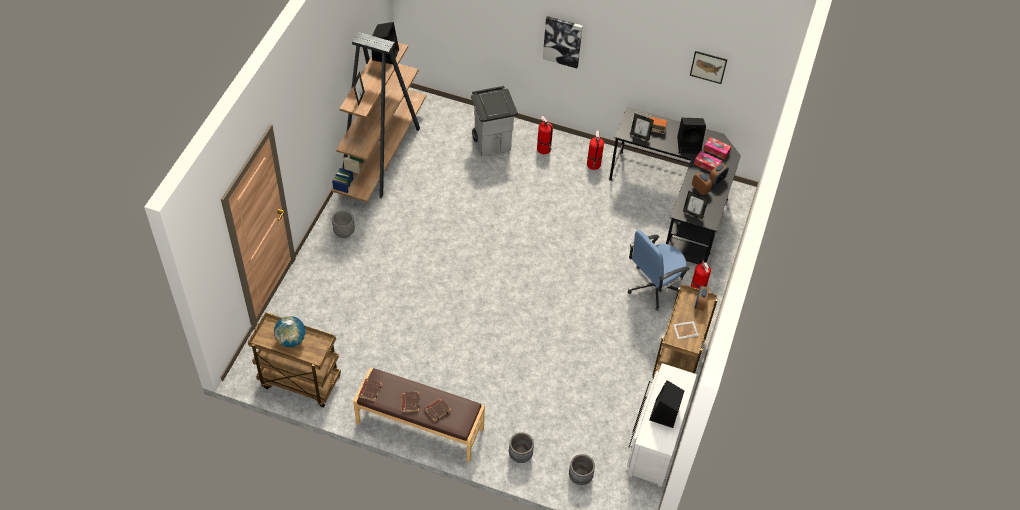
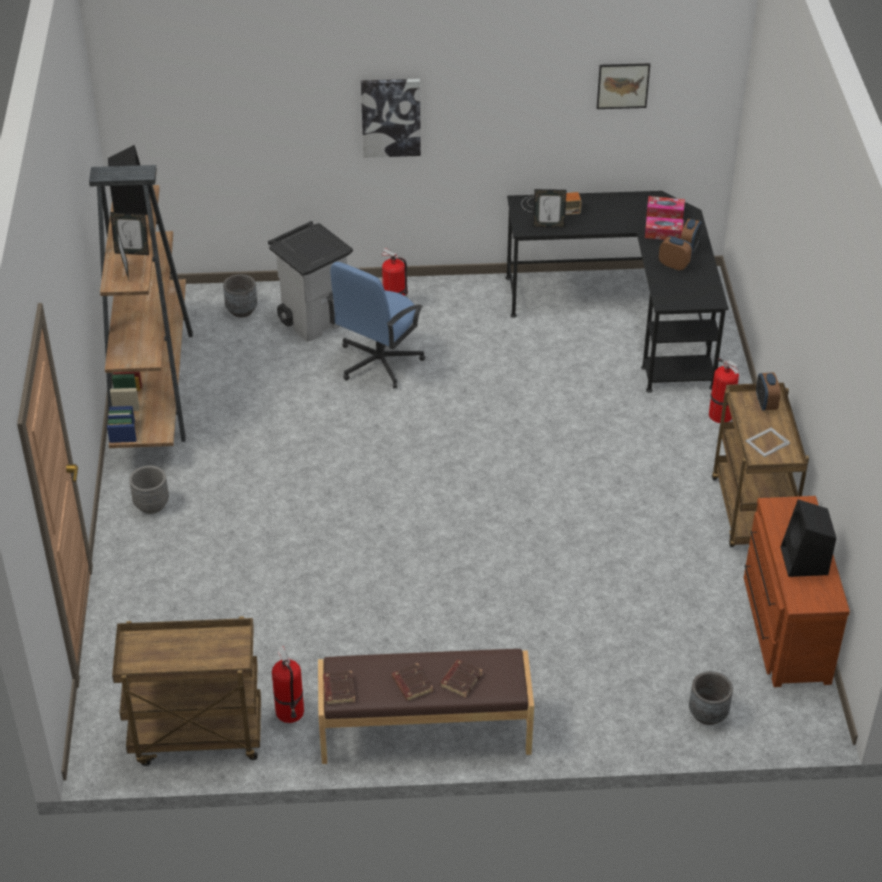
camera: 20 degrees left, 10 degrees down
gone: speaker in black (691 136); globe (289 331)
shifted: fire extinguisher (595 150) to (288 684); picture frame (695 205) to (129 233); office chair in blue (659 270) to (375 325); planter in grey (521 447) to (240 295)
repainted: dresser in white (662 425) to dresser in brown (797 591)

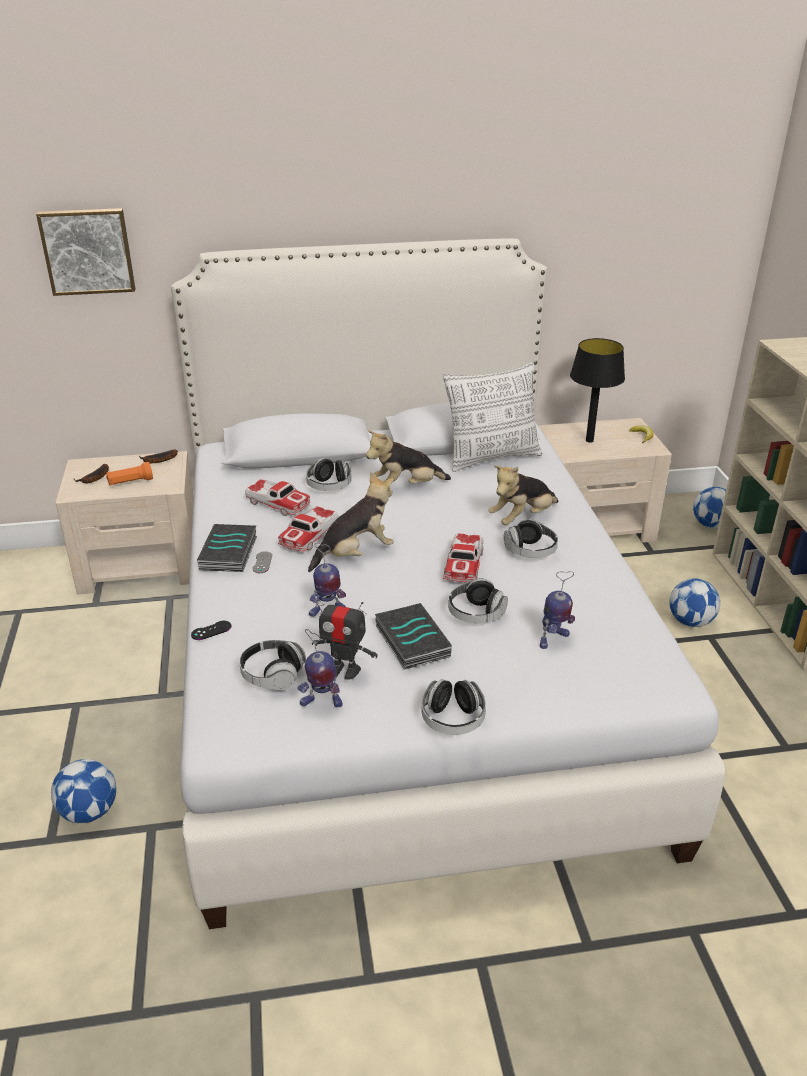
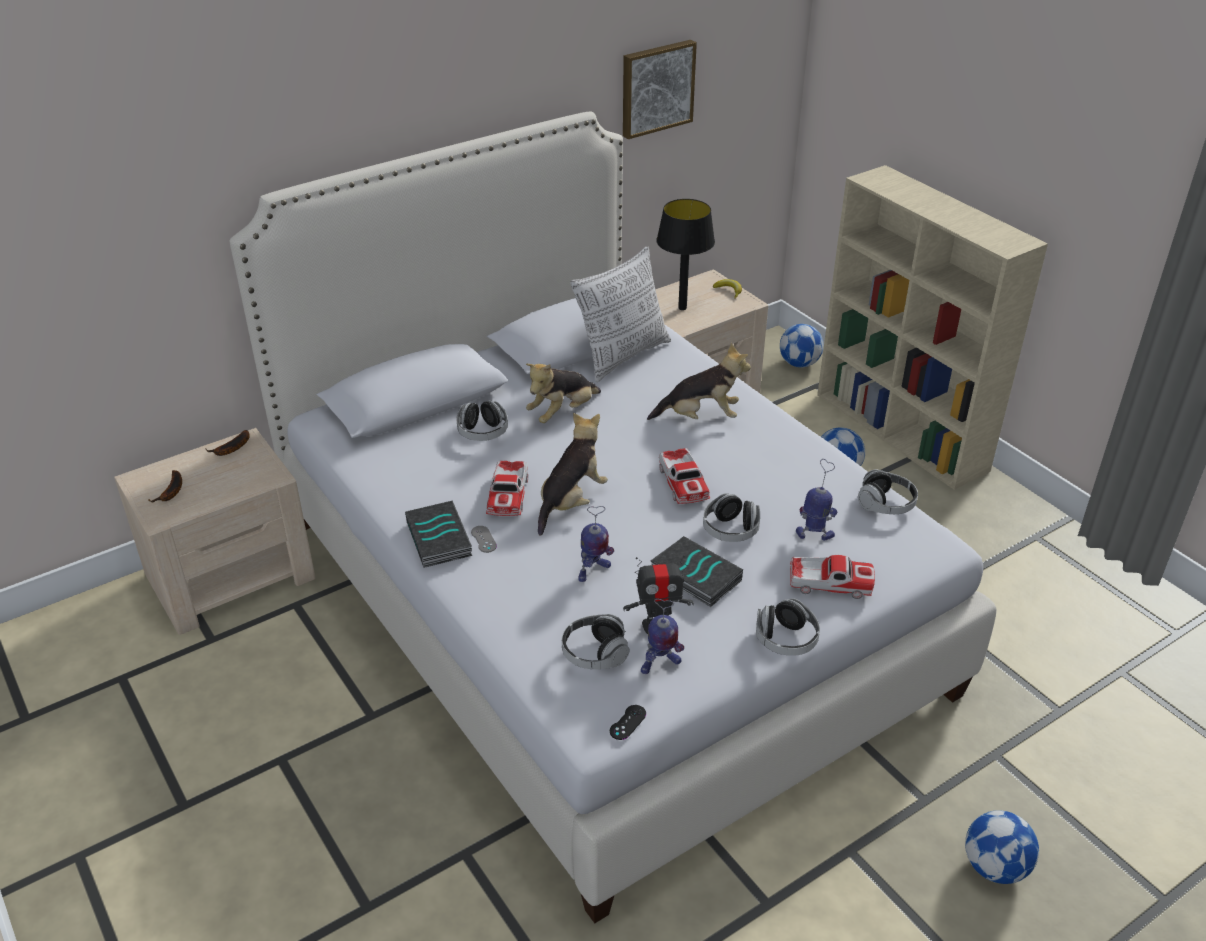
camera: 25 degrees left, 5 degrees up
gone: flashlight in orange (129 474)
shifted: picture (85 252) to (660 89); toy car (278 497) to (832 577); headphones (531 538) to (888 491); game controller in black (211 630) to (628 722); football (83 791) to (1002 847)
rotated: plush toy (524 495) = (699 381) 120 degrees counterclockwise; toy robot (557 610) = (816 500) 105 degrees counterclockwise

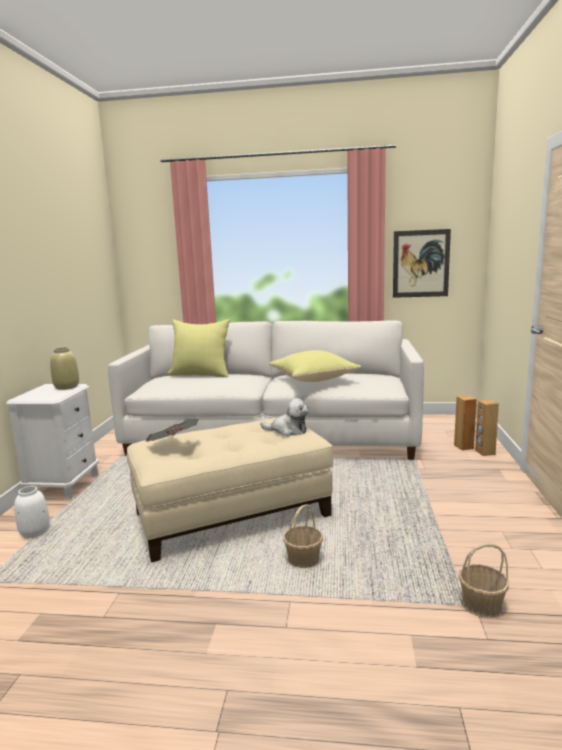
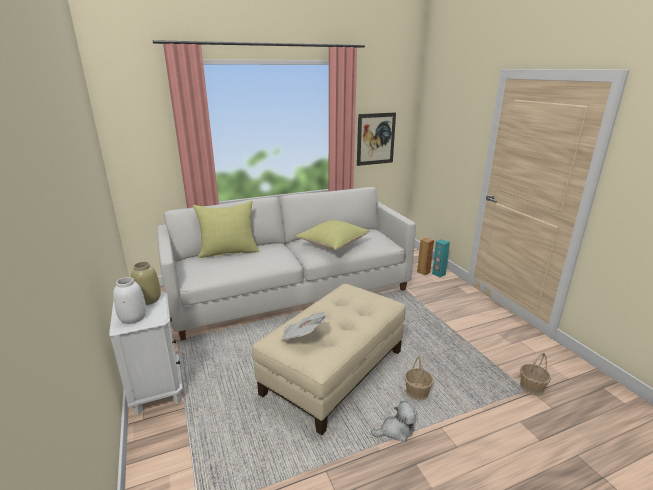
camera: 30 degrees left, 10 degrees up
shifted: plush toy (284 417) to (394 421); vase in white (32 512) to (129 300)
repainted: speaker in brown (487 427) to speaker in turquoise (441 258)

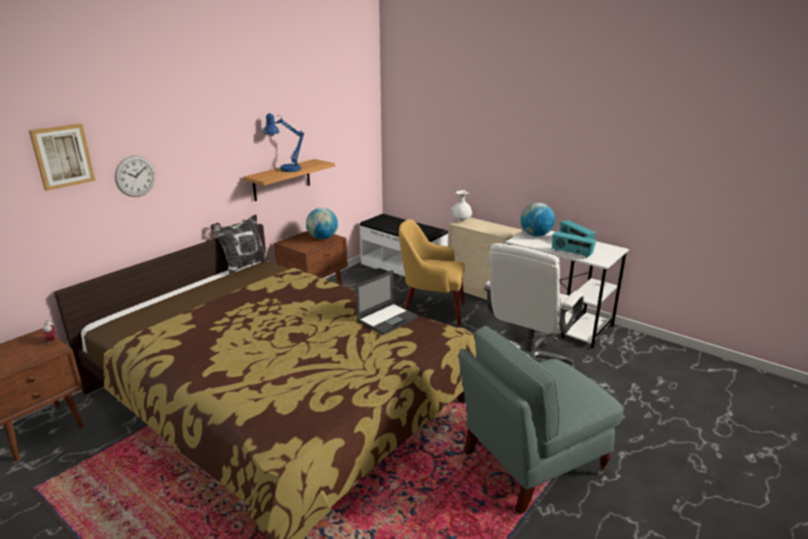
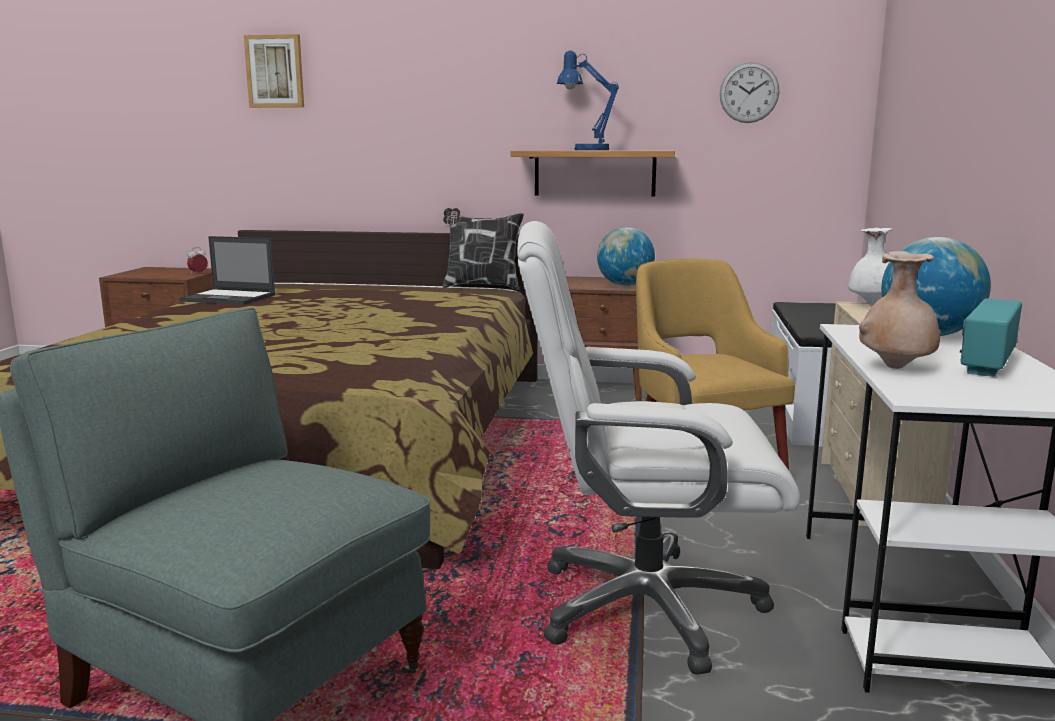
camera: 60 degrees right, 10 degrees down
shifted: wall clock (135 176) to (749 92); laptop (387 302) to (227 270)
swapped: radio (574 245) to vase in beige (900 310)

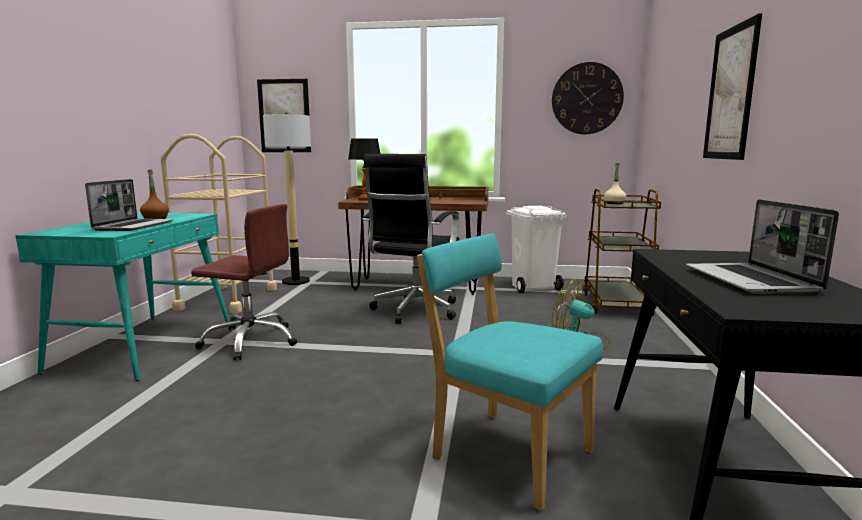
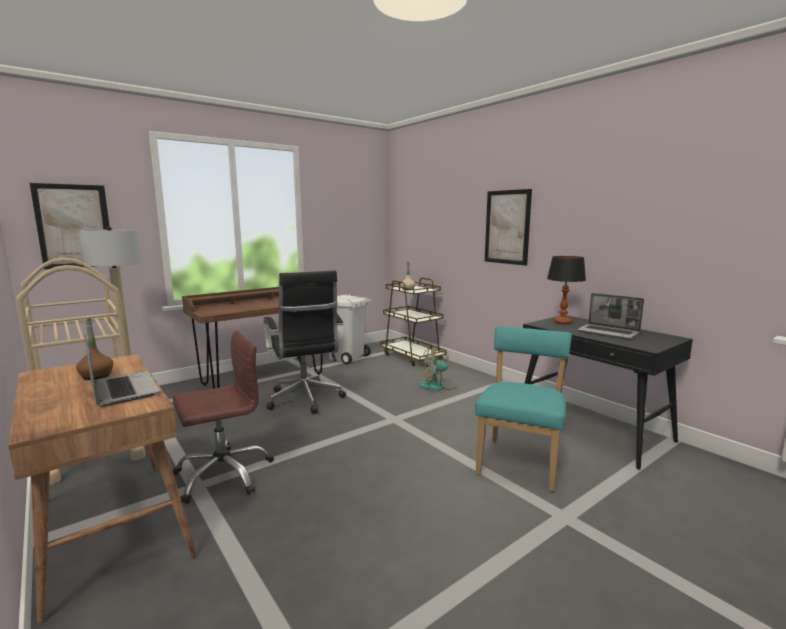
camera: 45 degrees left, 0 degrees up
gone: wall clock (588 98)
shifted: table lamp (364 169) to (566 290)
repainted: desk in turquoise (122 297) to desk in brown (102 488)
rotated: chair in turquoise (510 372) = (523 408) 120 degrees clockwise

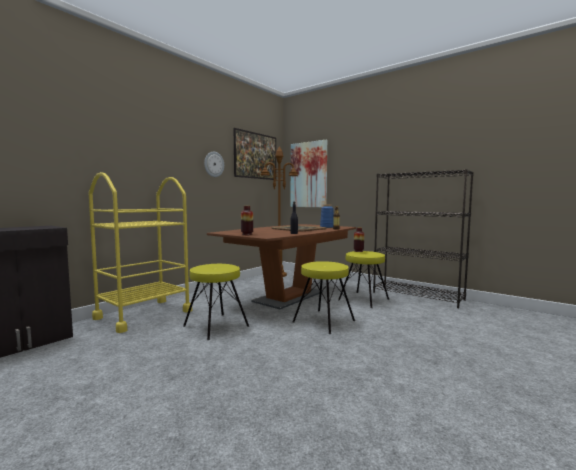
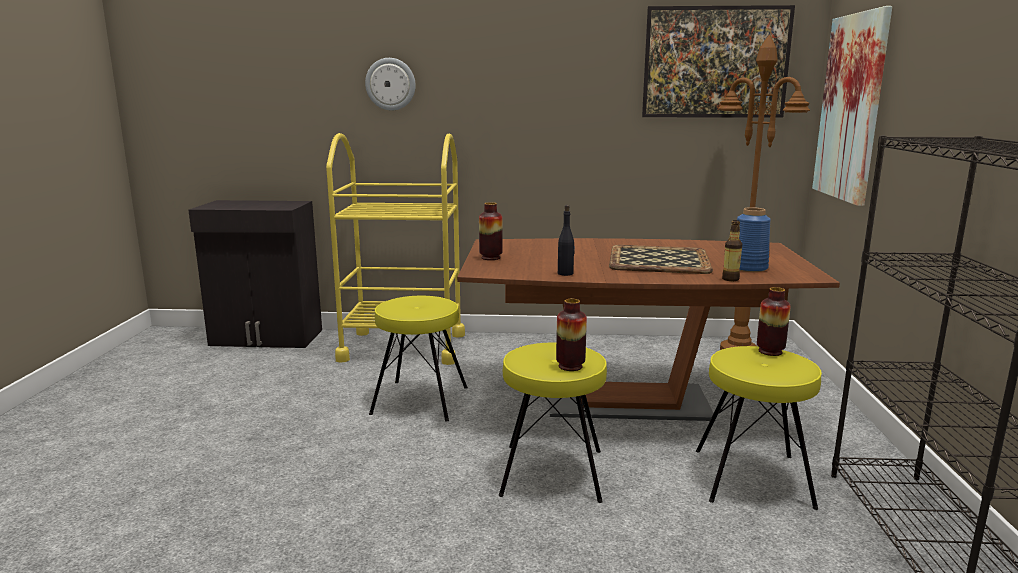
camera: 55 degrees right, 10 degrees up
new: vase (571 335)
shifted: wall clock (214 164) to (390 84)

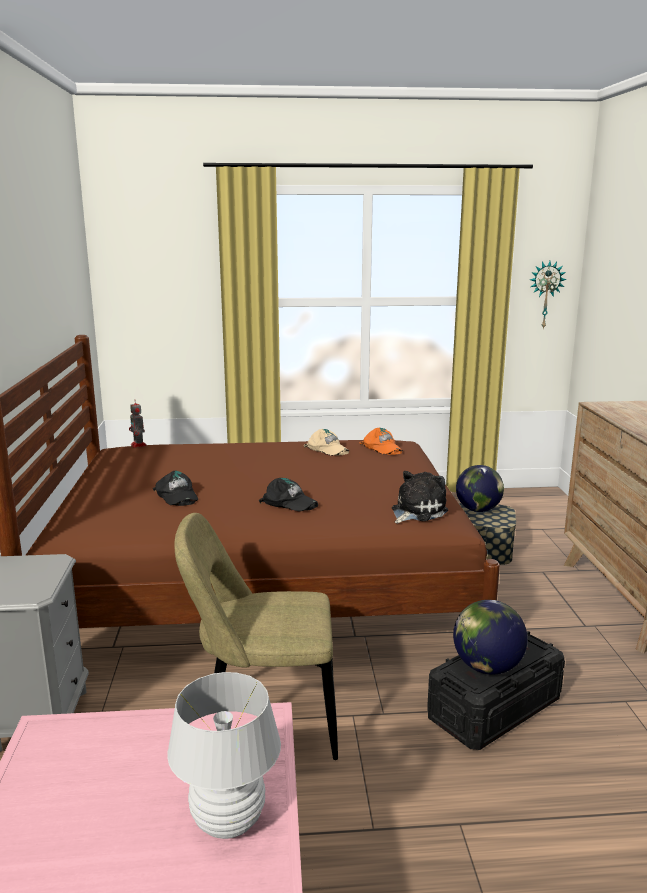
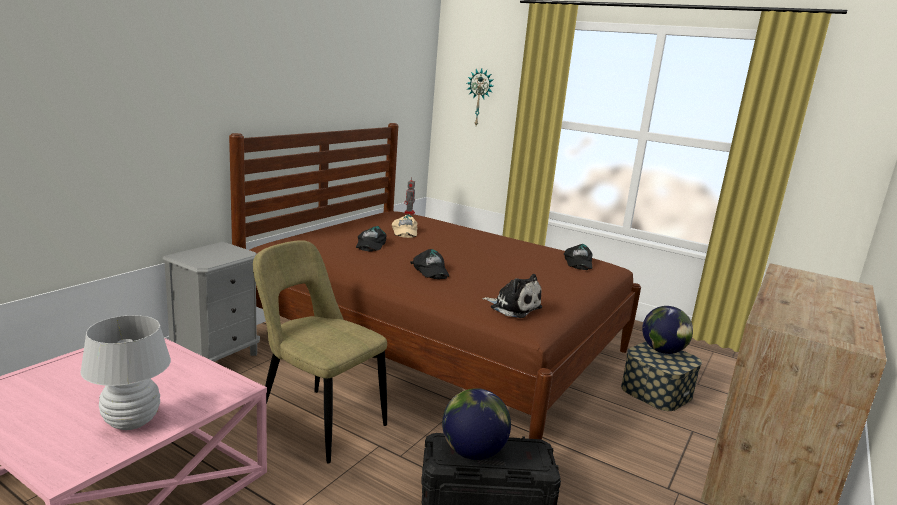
camera: 35 degrees right, 0 degrees up
shifted: wall clock (548 295) to (480 96); cap in beige (326 442) to (404 226)
repainted: cap in orange (381 441) to cap in black (578 257)
rotated: plush toy (420 497) = (512 296) 45 degrees clockwise

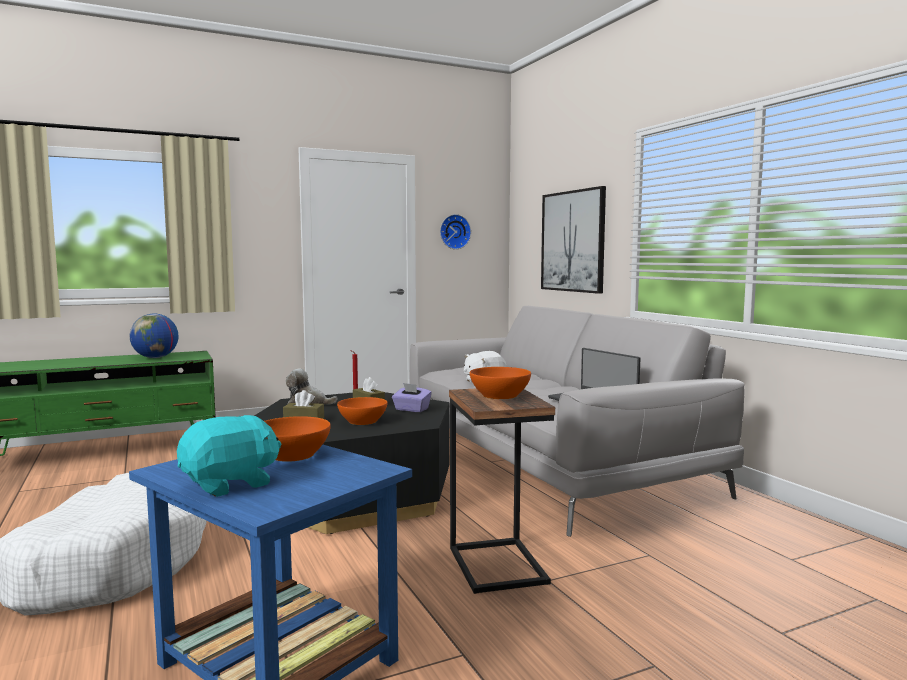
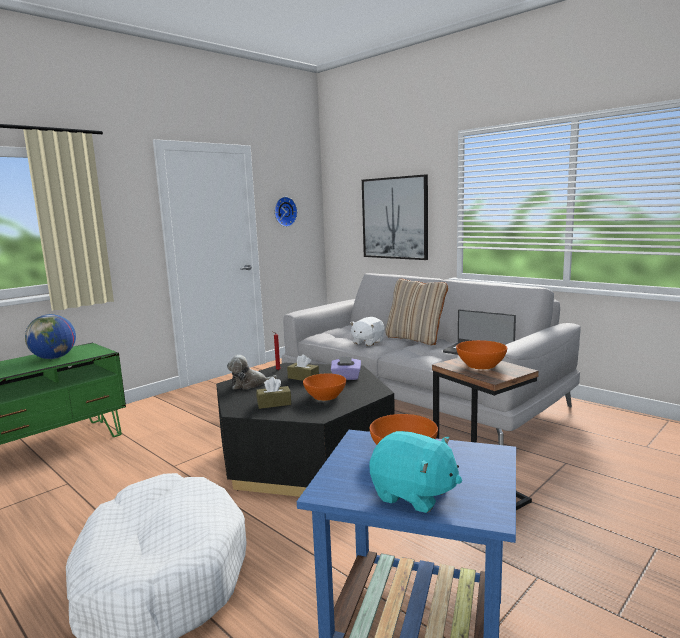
camera: 20 degrees left, 5 degrees up
new: pillow in beige (416 312)
rotated: plush toy in turquoise (229 456) = (415 472) 90 degrees clockwise

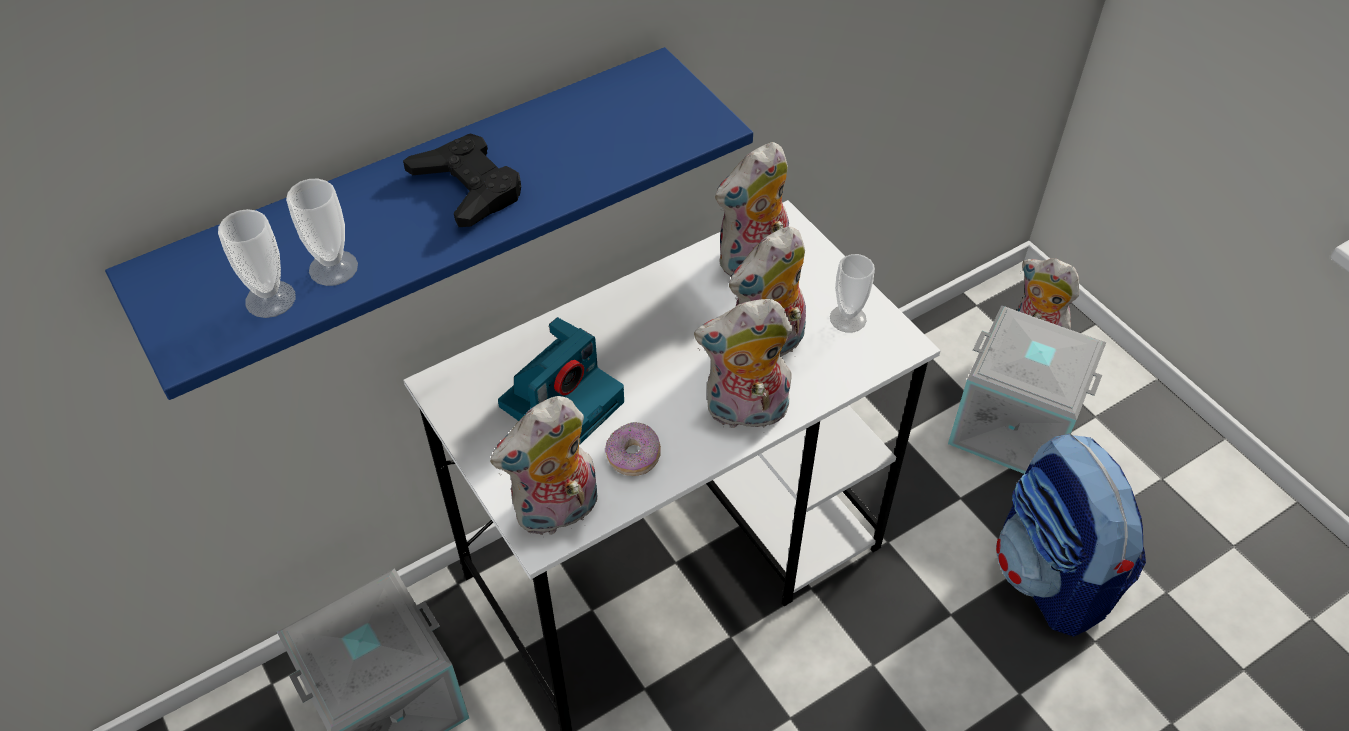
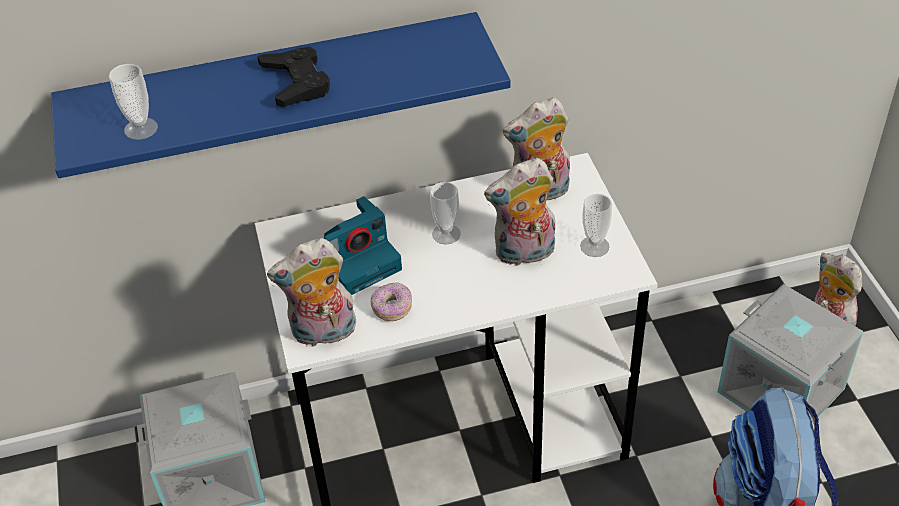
camera: 20 degrees right, 5 degrees down
gone: plush toy (743 363)
shifted: cup (322 232) to (445 213)

